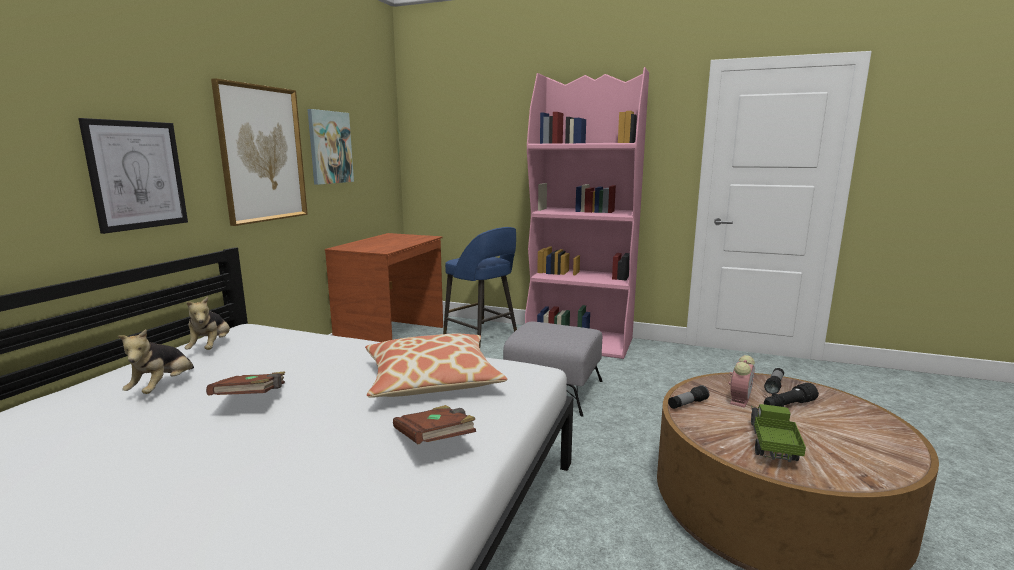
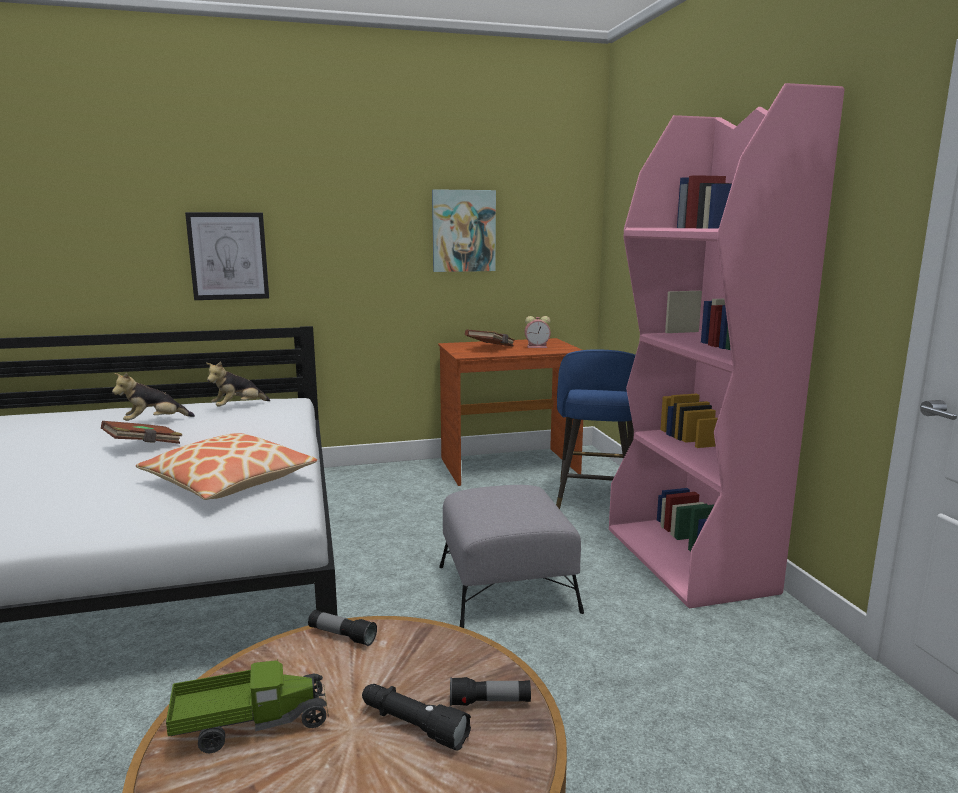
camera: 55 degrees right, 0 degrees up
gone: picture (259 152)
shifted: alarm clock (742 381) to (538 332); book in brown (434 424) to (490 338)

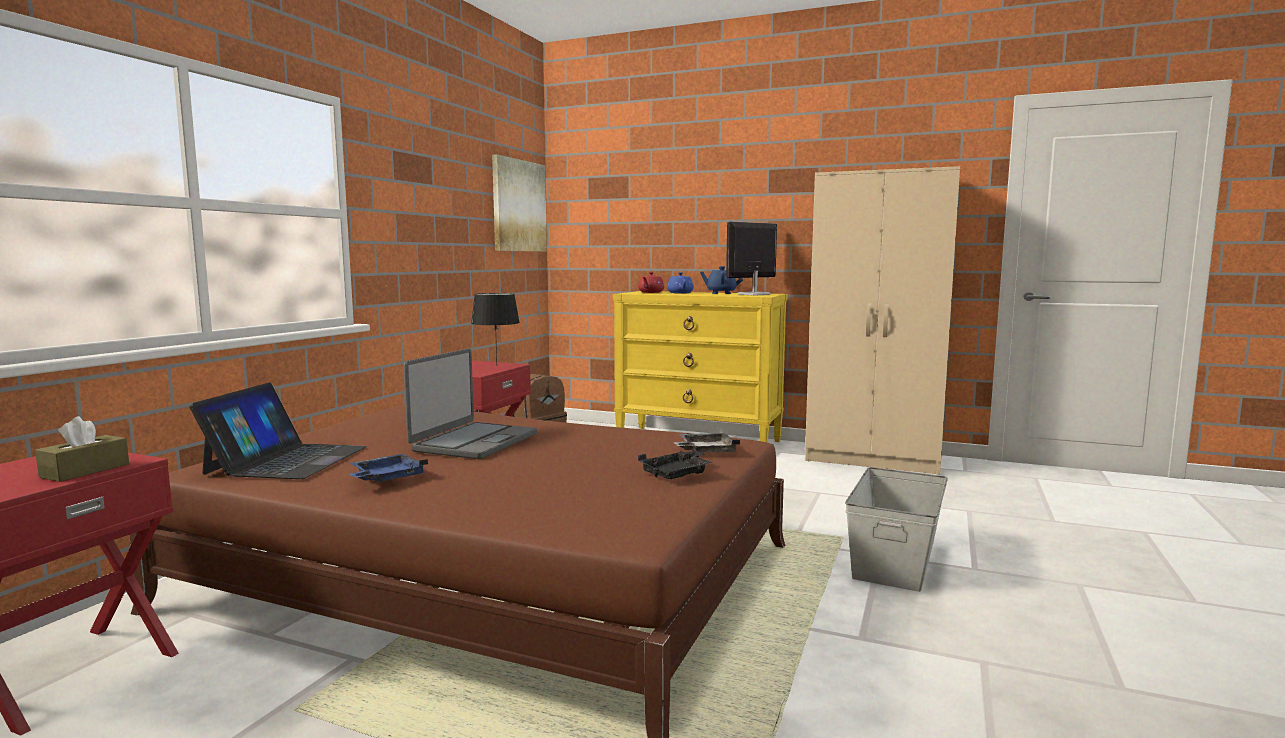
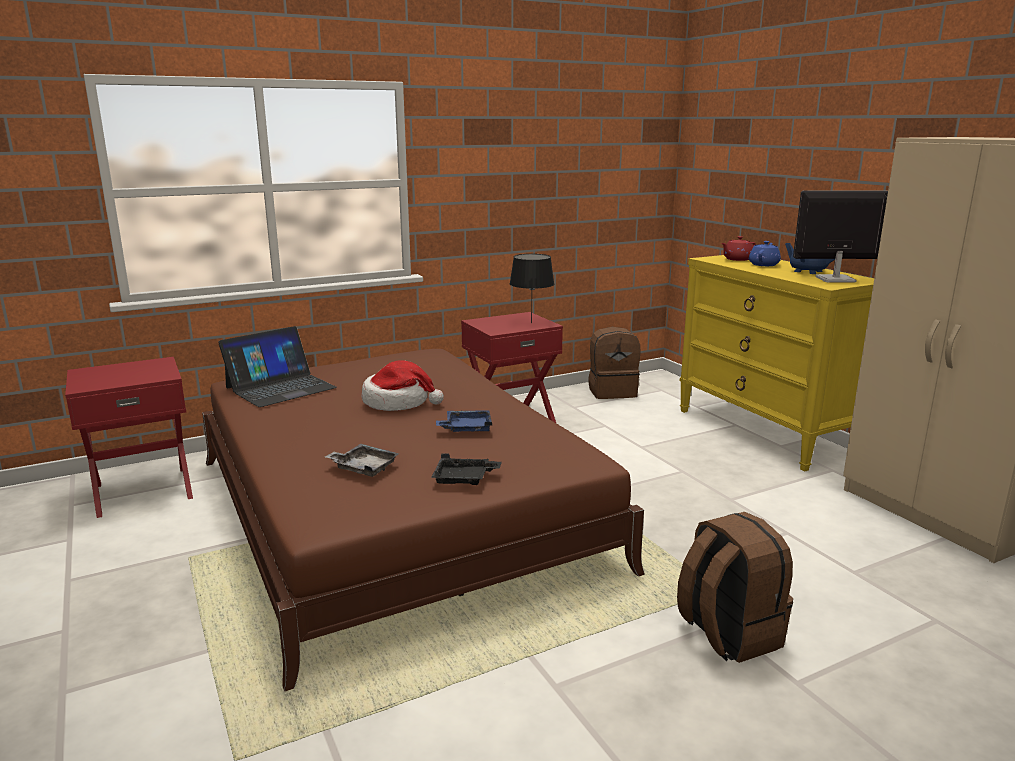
camera: 40 degrees right, 10 degrees up
gone: picture (519 202); tissue box in brown (82 449)
shifted: tray in grey (707 443) to (362 460); tray in blue (388 468) to (464 421)
swapped: laptop (470 404) to hat (403 385); storage box in grey (896 529) to backpack in brown (735 587)

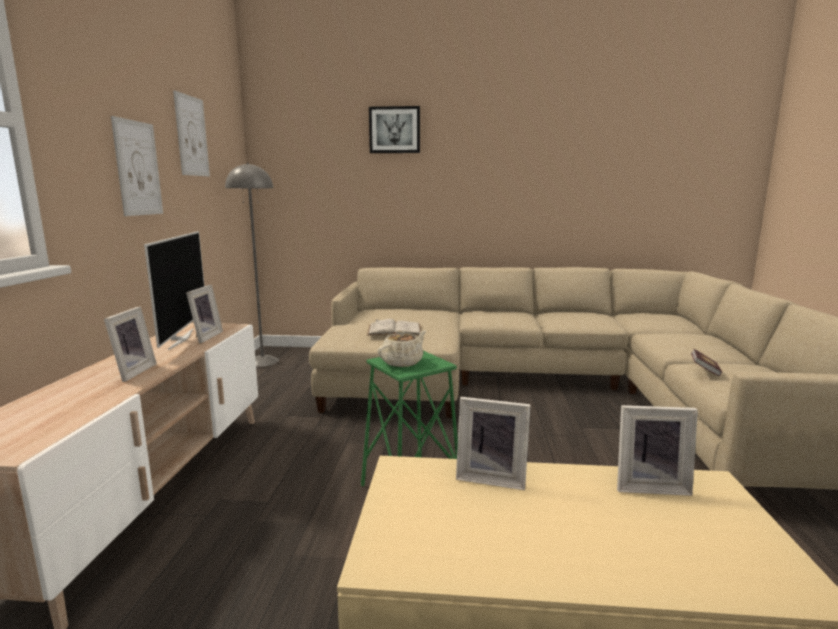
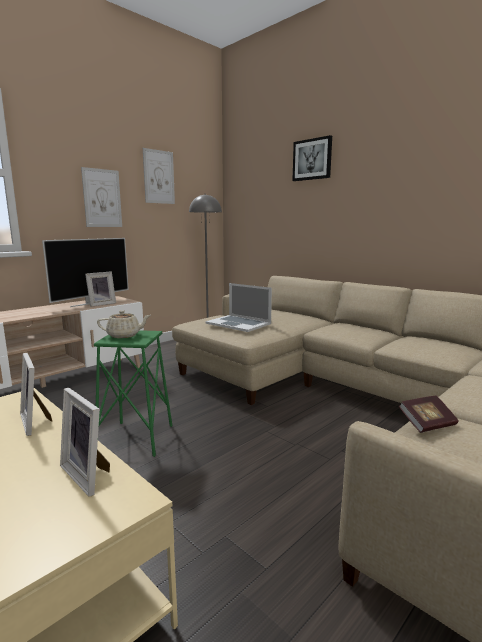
camera: 40 degrees right, 0 degrees up
gone: picture frame (130 344)
swapped: book in white (394 327) to laptop (238 307)

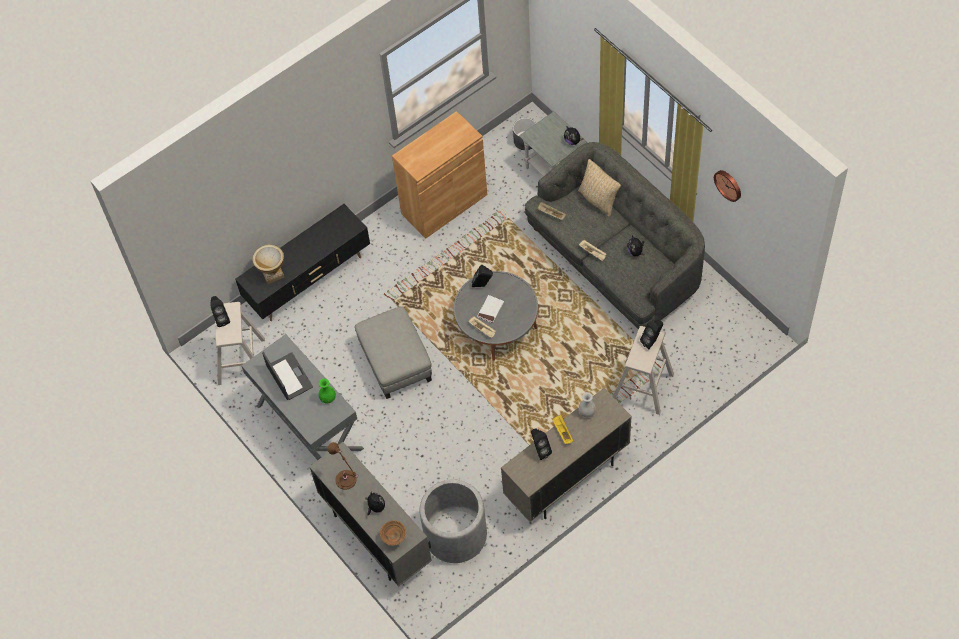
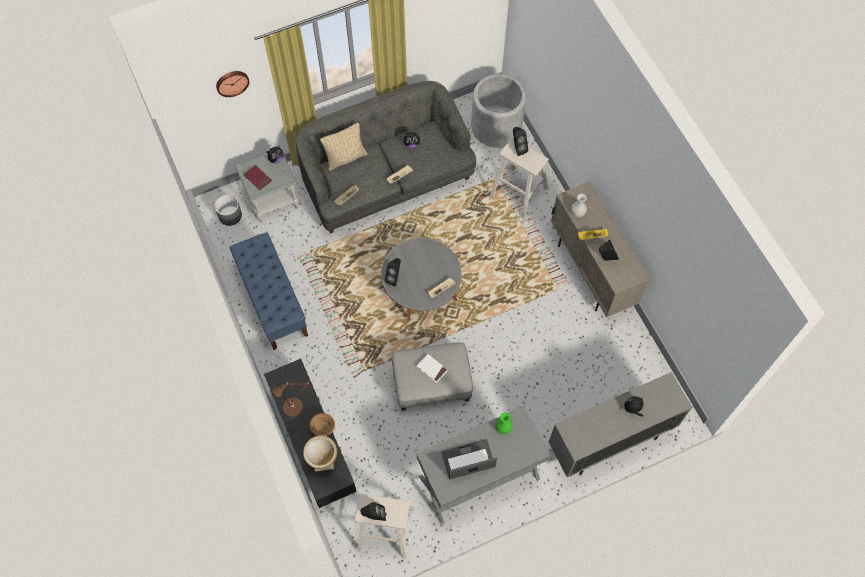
camera: 80 degrees left, 5 degrees up
new: book in red (258 178)
shifted: wall clock (727 186) to (232 84); book in white (490 309) to (432 368); table lamp in brown (343 466) to (290 399); planter in grey (453 521) to (498 111); bowl in brown (393 533) to (322 424)
swapped: cabinet in brown (439 175) to bench in blue (268 291)

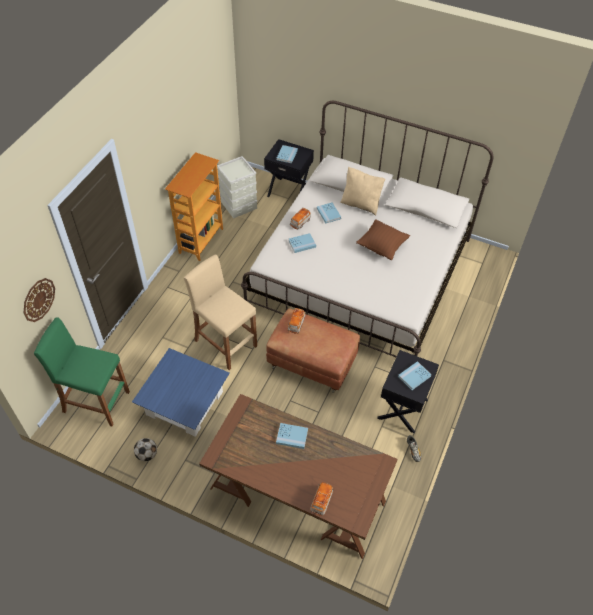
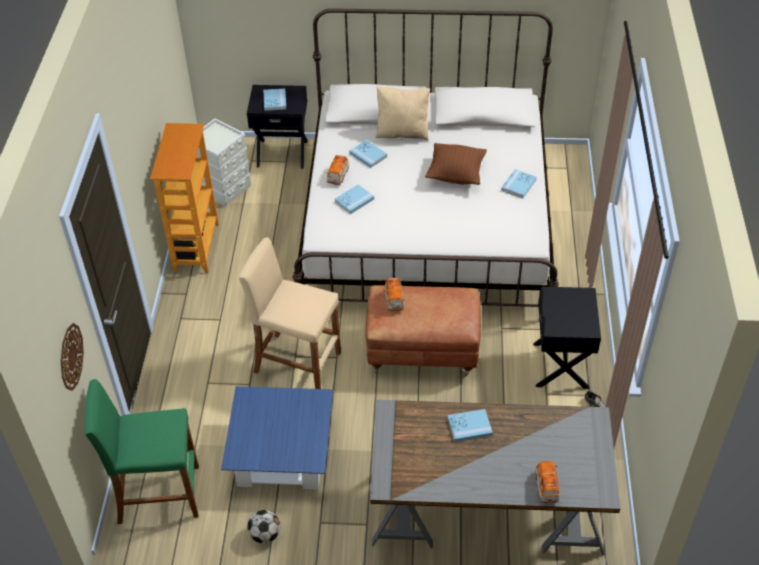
camera: 20 degrees left, 5 degrees down
shifted: book in blue (414 375) to (519 183)
repainted: desk in brown (298 476) to desk in grey (495 477)

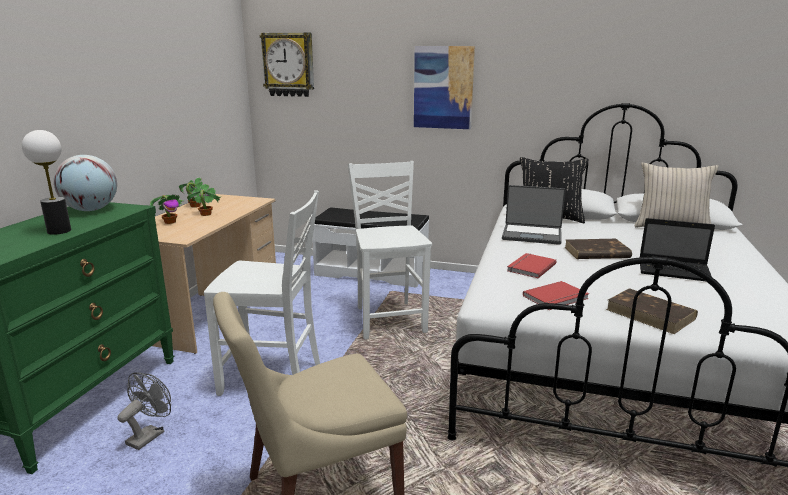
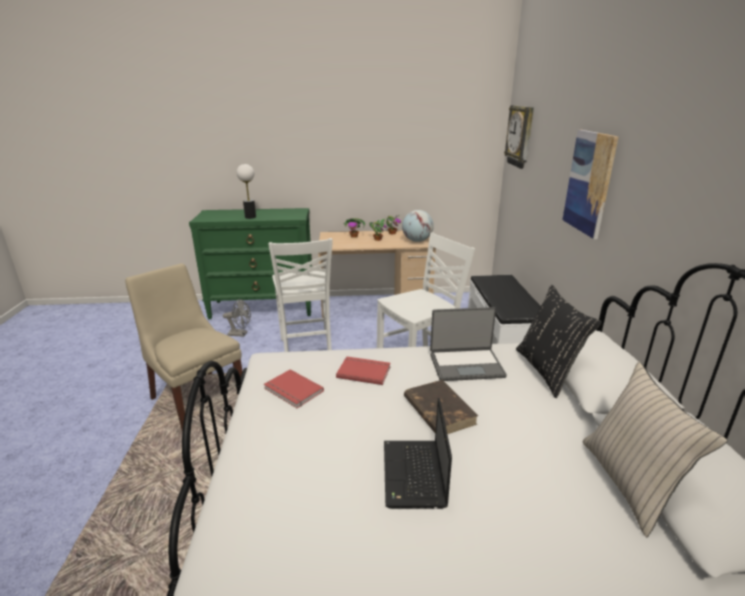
camera: 70 degrees right, 5 degrees up
gone: book in brown (652 311)
shifted: globe (85 183) to (418 226)
rotated: laptop (533 215) = (468 344) 90 degrees counterclockwise

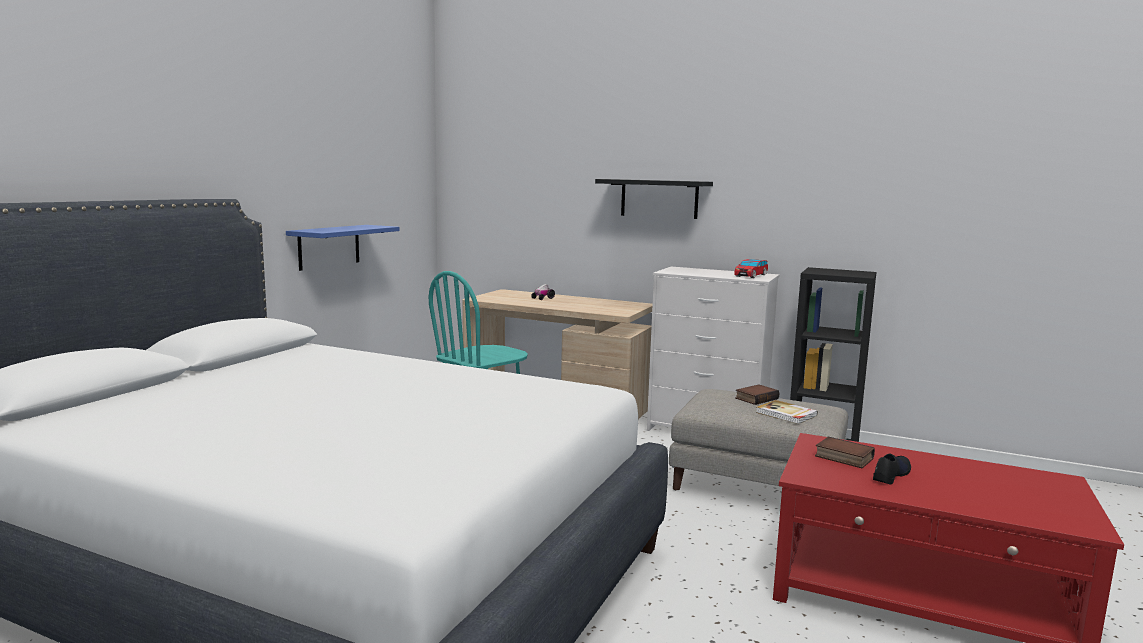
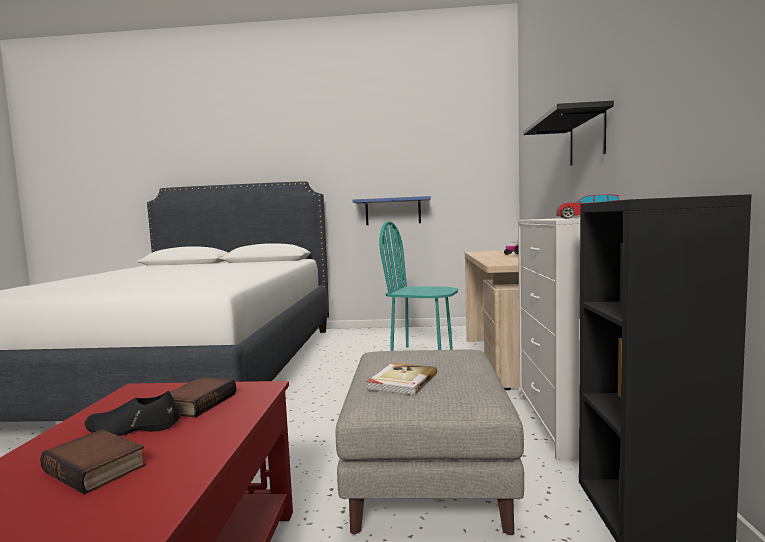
camera: 70 degrees right, 5 degrees down
shifted: book (757 394) to (93 462)
rotated: shoe in black (892 469) = (133 413) 150 degrees clockwise

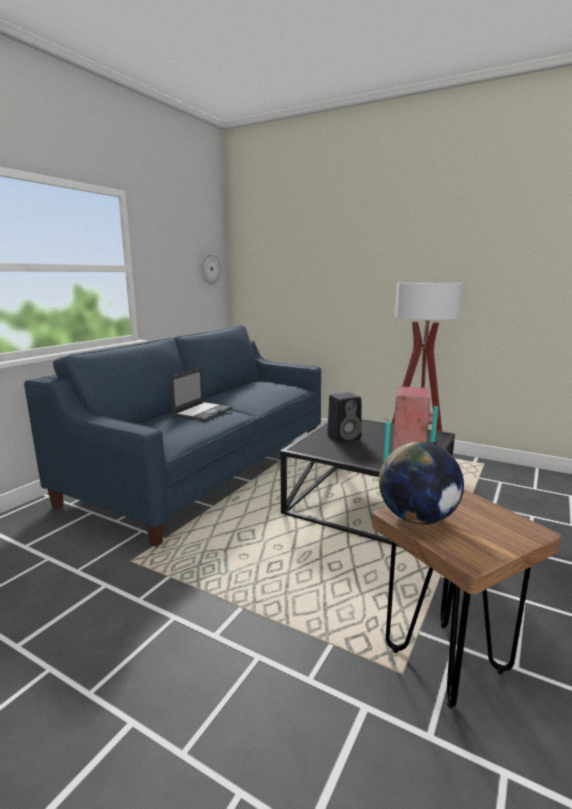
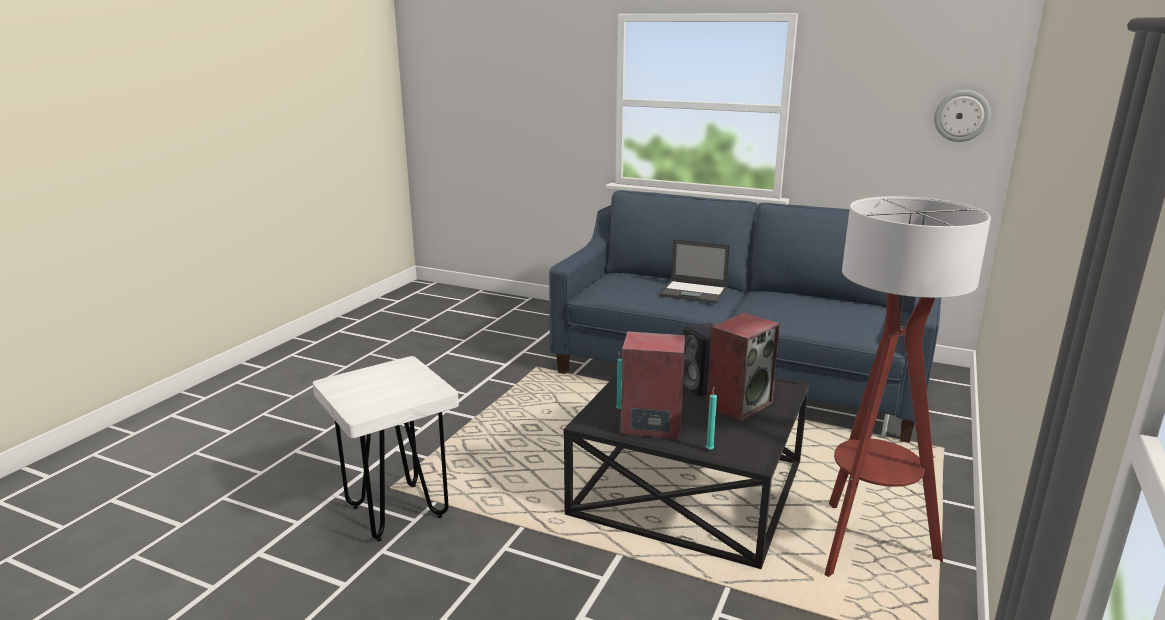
camera: 85 degrees right, 5 degrees up
gone: globe (421 483)
new: speaker (743 367)
repainted: stool in brown (466 598) to stool in white (386 448)

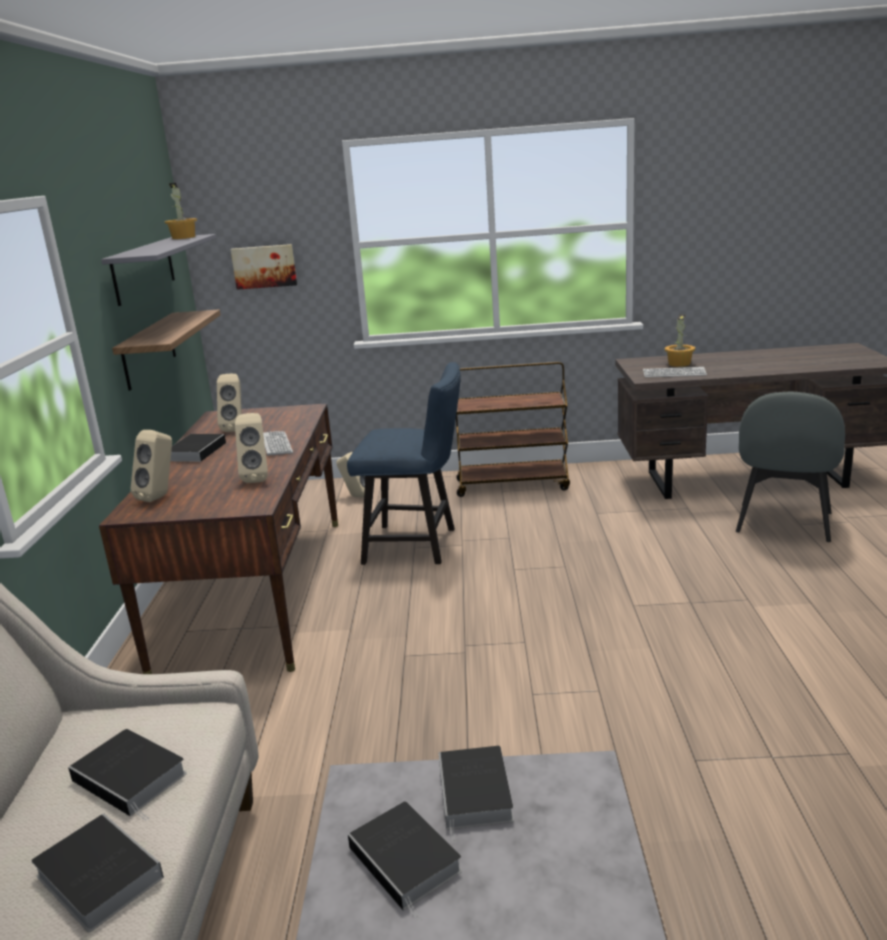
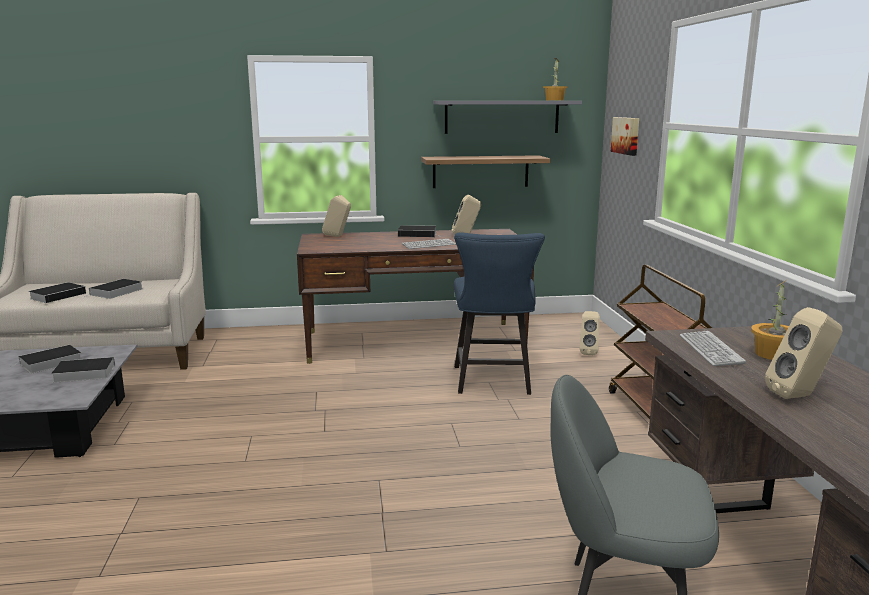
camera: 80 degrees right, 5 degrees down
shifted: speaker in beige (251 448) to (803 353)

